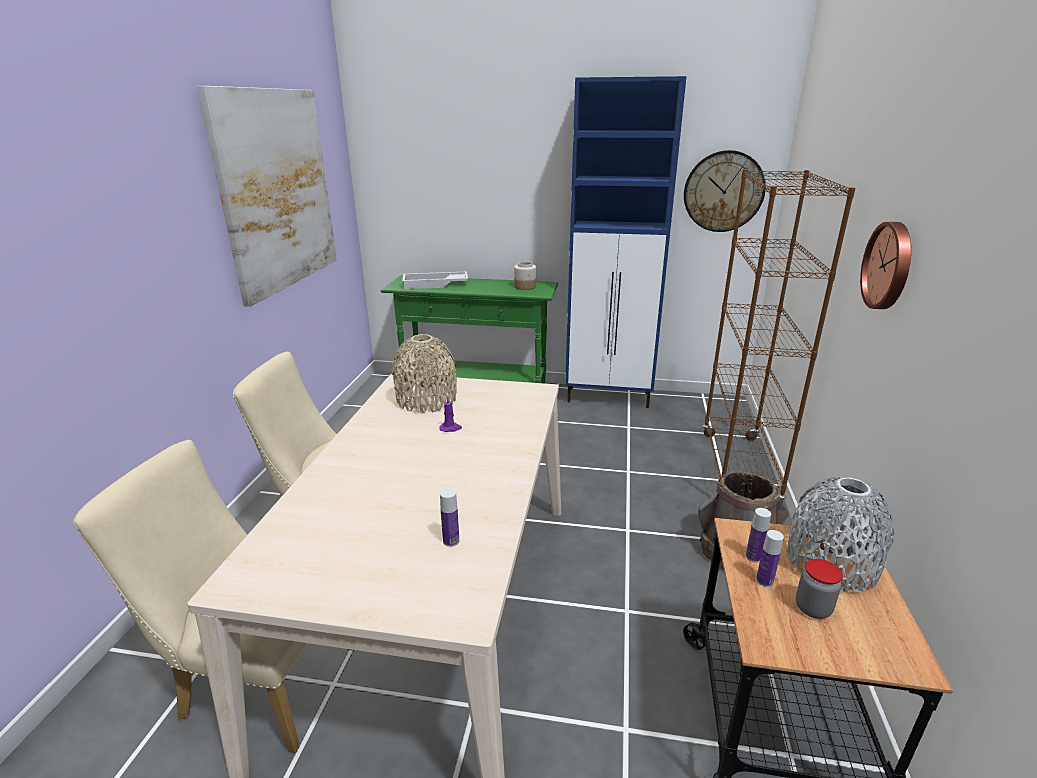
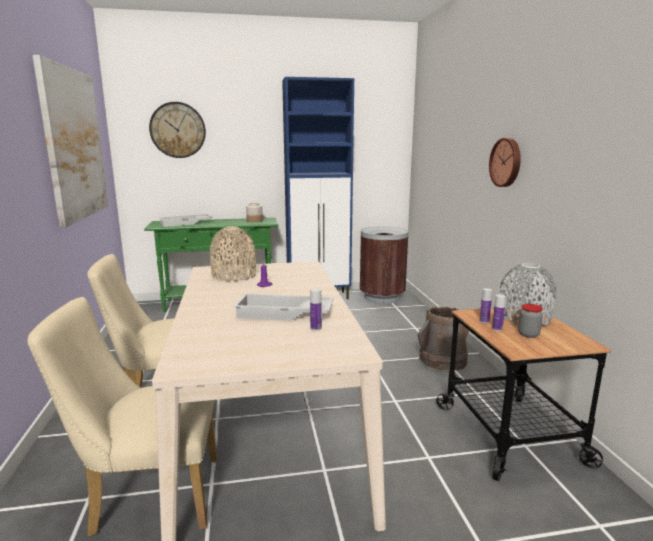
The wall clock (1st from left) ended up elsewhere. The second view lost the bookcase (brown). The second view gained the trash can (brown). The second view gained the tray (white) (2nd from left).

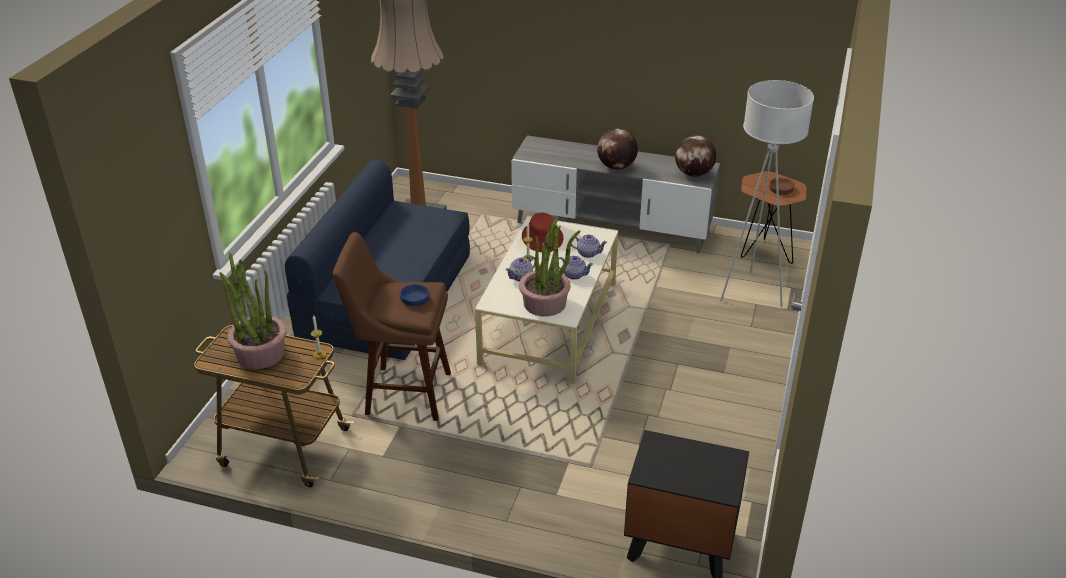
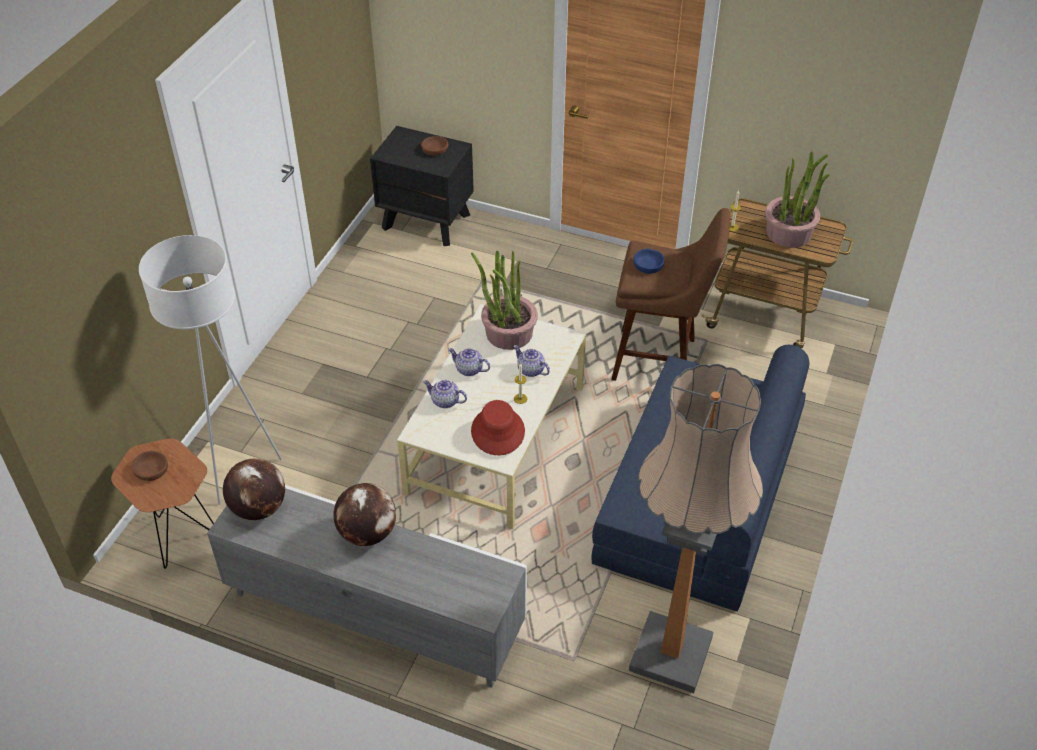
The teapot (1st from left in the first image) ended up facing another way, 105 degrees counterclockwise from before. The second view gained the bowl (brown) (2nd from left).

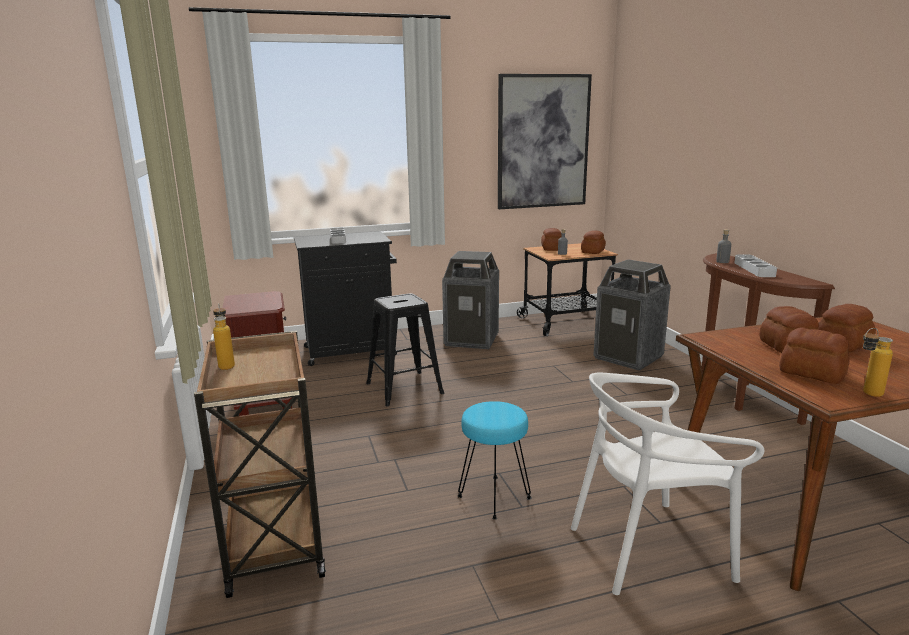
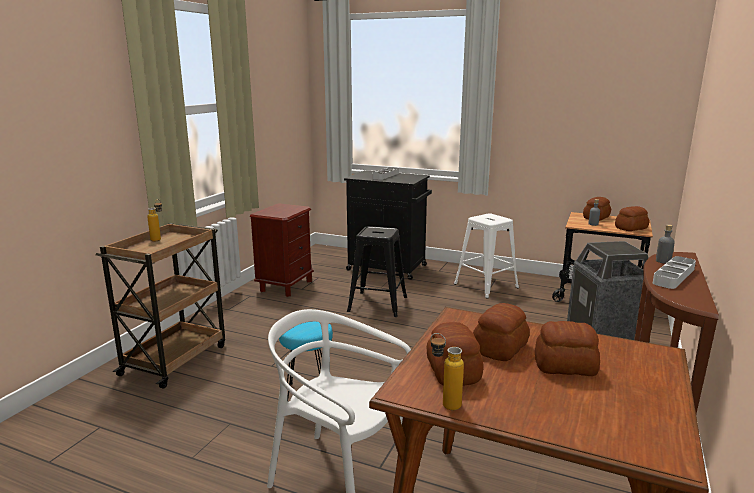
The second view lost the picture. Where the trash can (1st from left) stood, the stool (white) came to stand.

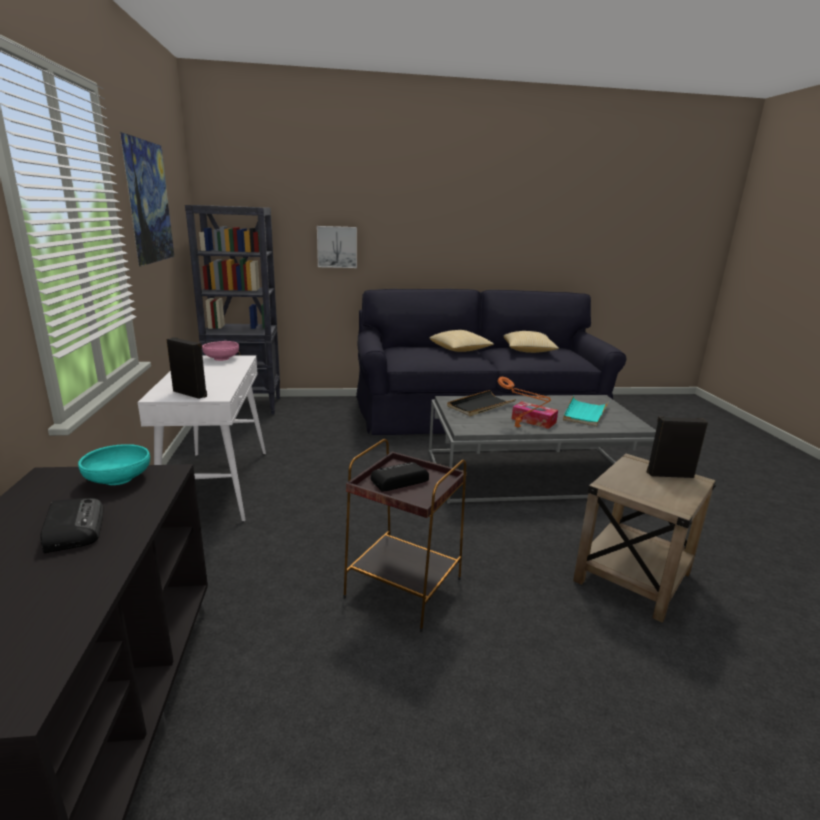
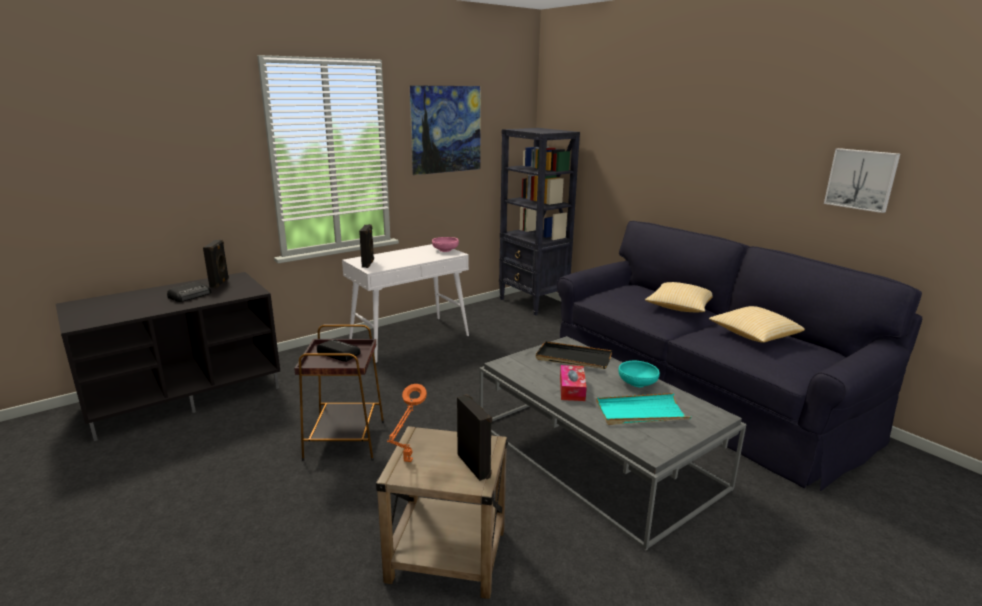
The picture (2nd from left) ended up elsewhere. The table lamp (orange) ended up elsewhere. The bowl (turquoise) ended up elsewhere. The second view gained the speaker (black) (1st from left).

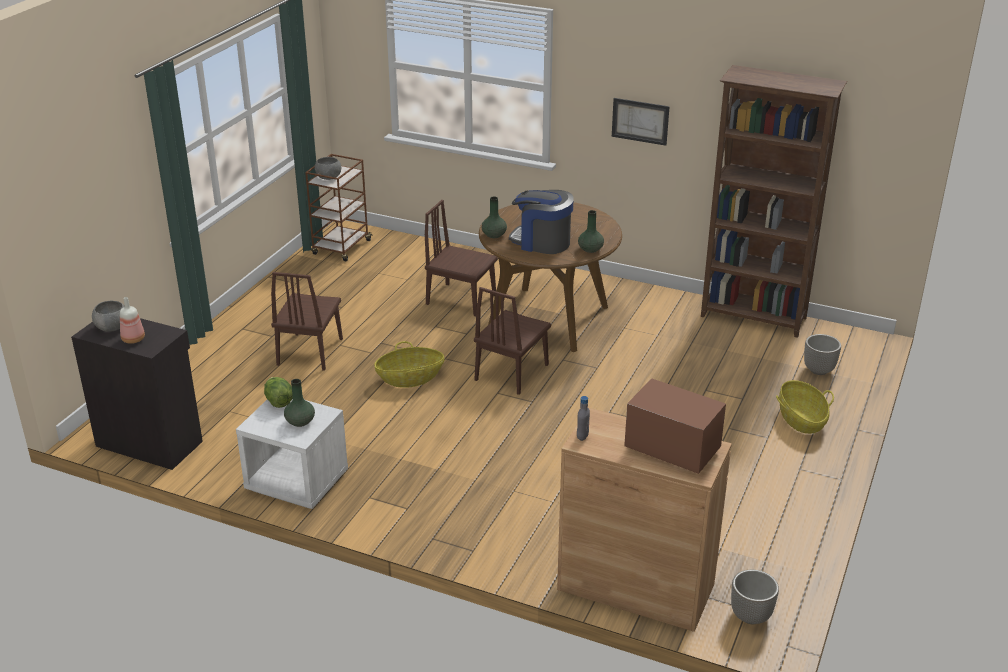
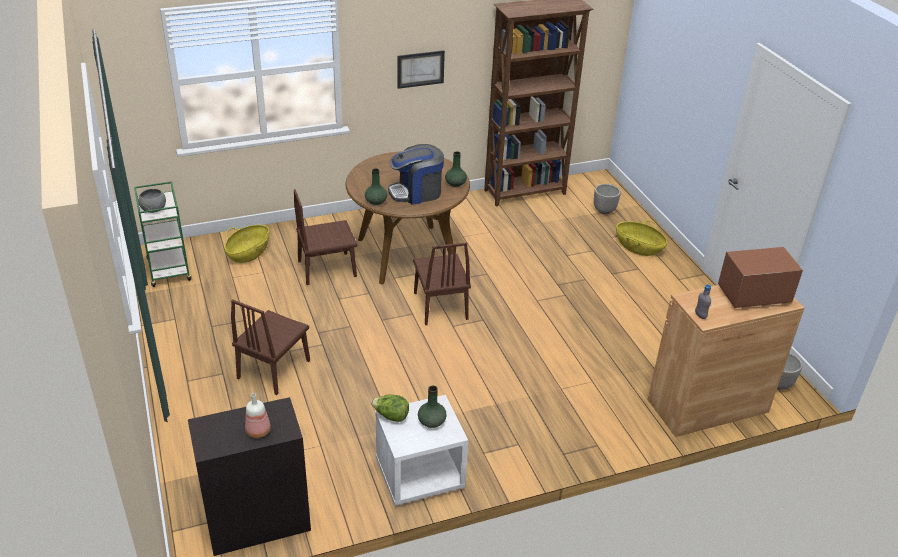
What was the cart (brown) turned into the cart (green). The chair (brown) (1st from left) ended up facing another way, 60 degrees clockwise from before. The second view lost the bowl (grey) (1st from left). The basket (1st from left) ended up elsewhere.

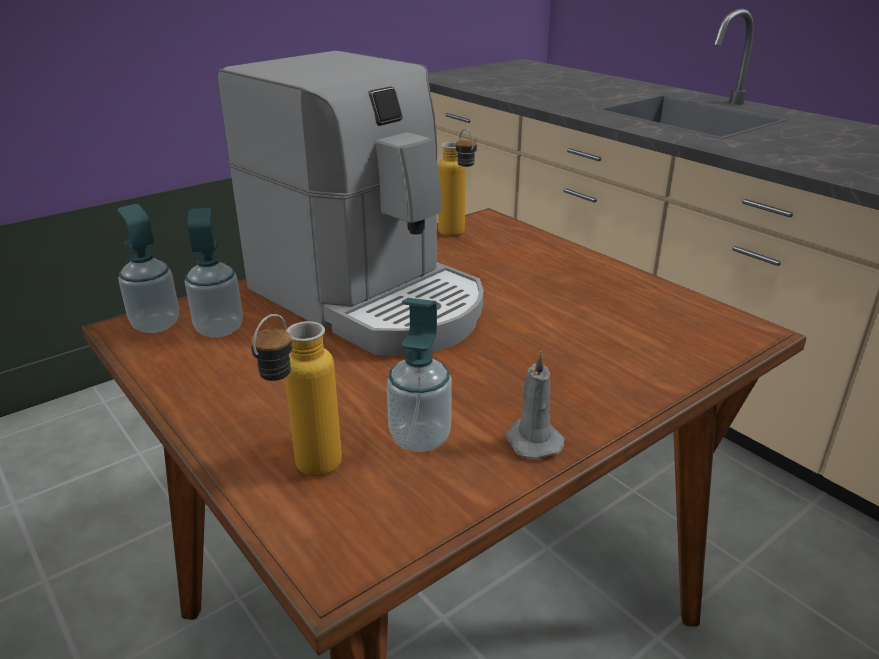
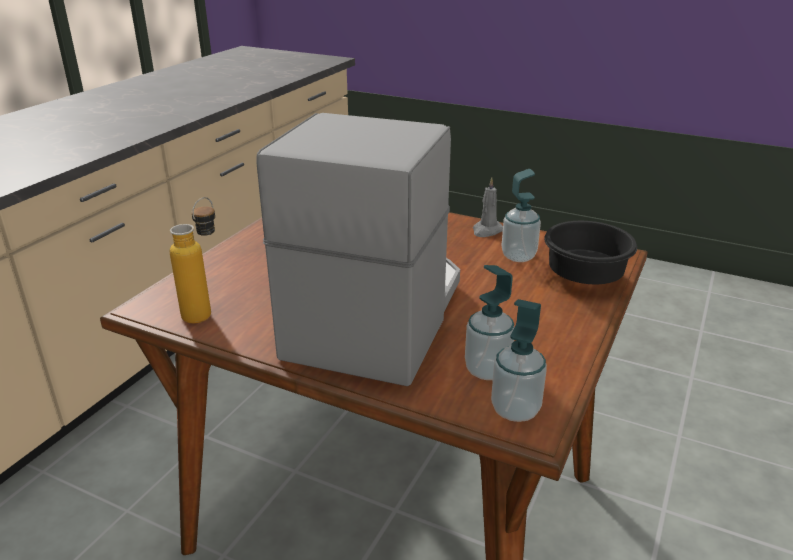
Where the bottle (1st from left) stood, the bowl (black) came to stand.

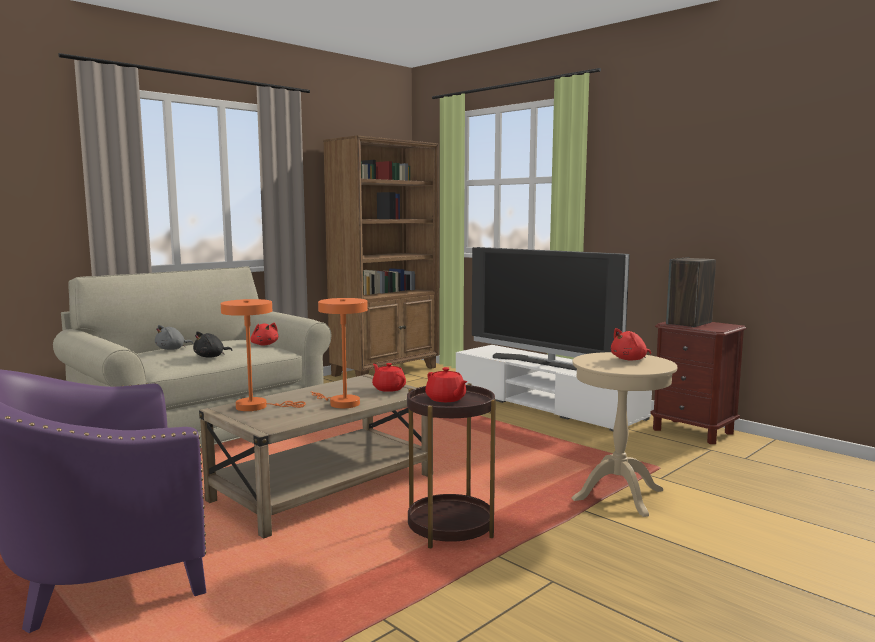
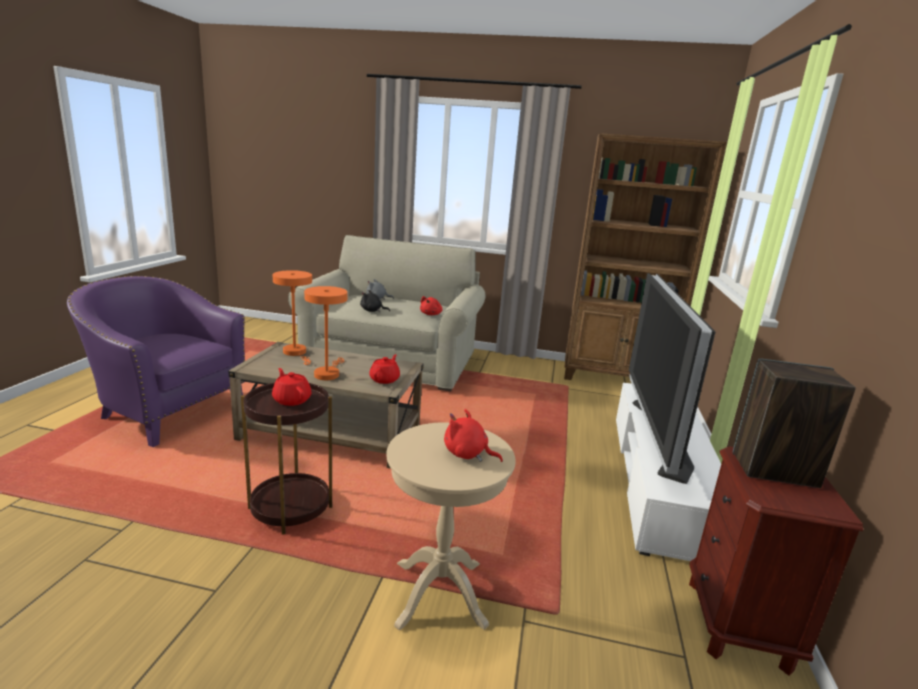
The teapot (red) (2nd from left in the first image) ended up facing another way, 120 degrees clockwise from before.

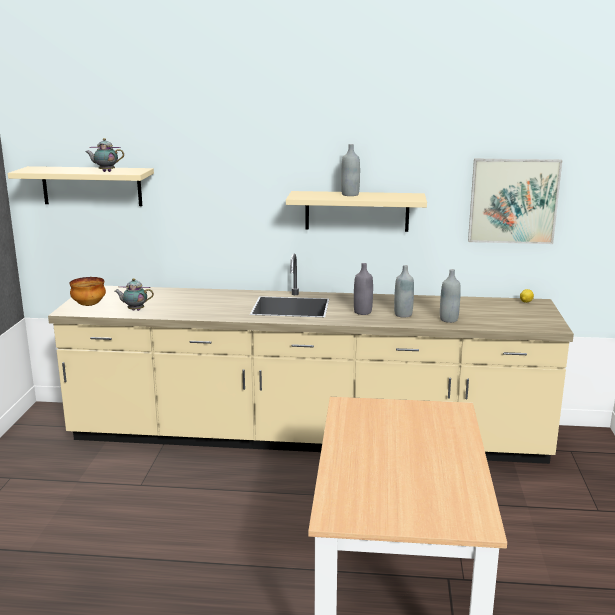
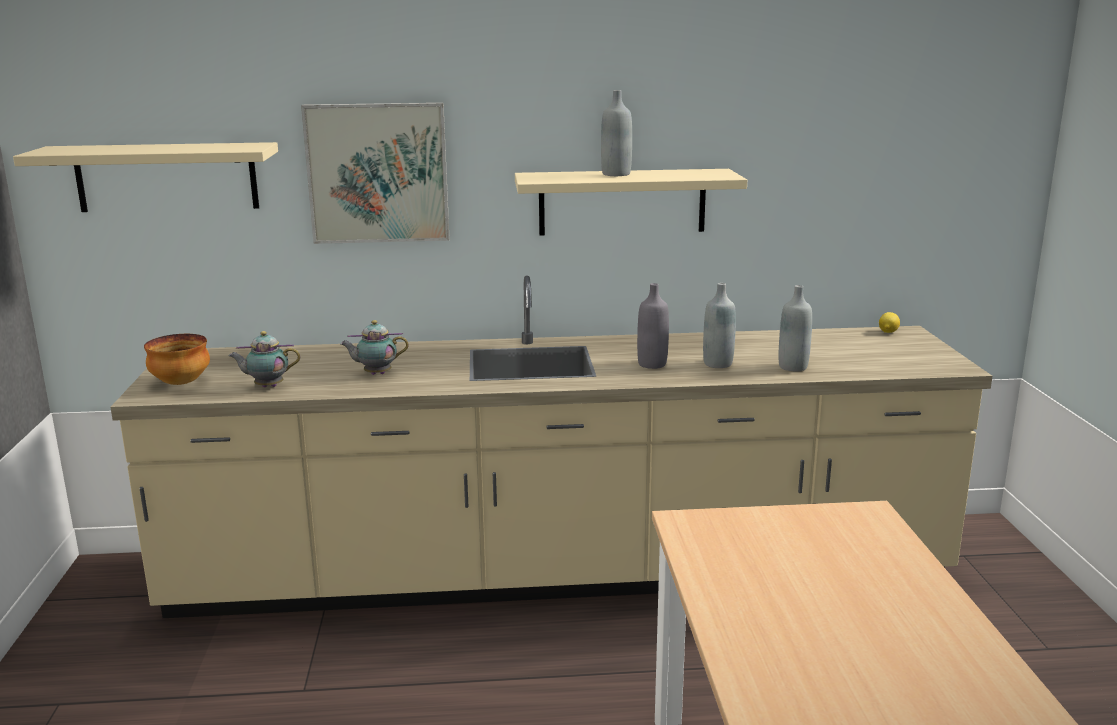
The teapot (1st from left in the first image) ended up elsewhere. The picture ended up elsewhere.

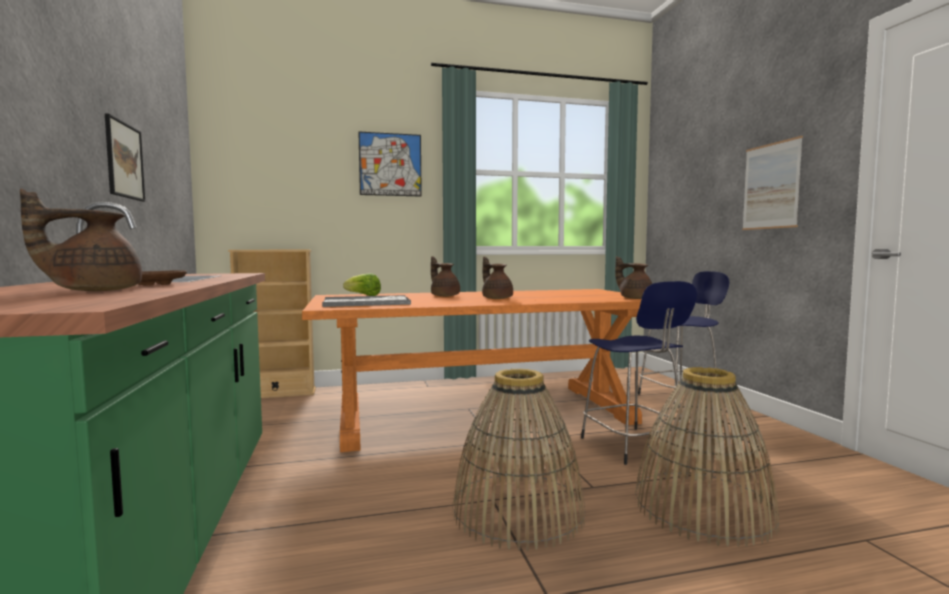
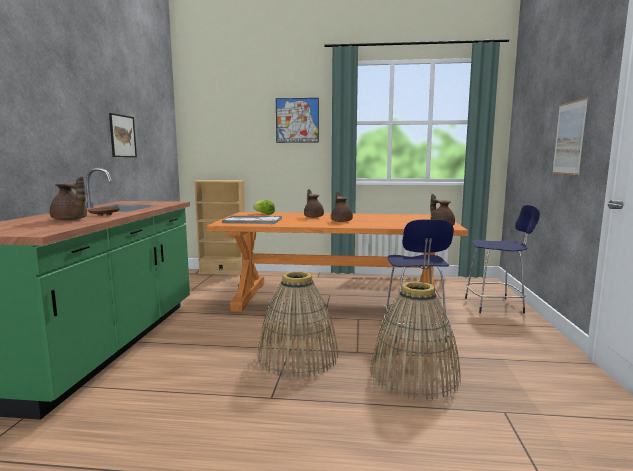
The teapot (brown) (1st from left) ended up facing another way, 135 degrees counterclockwise from before.

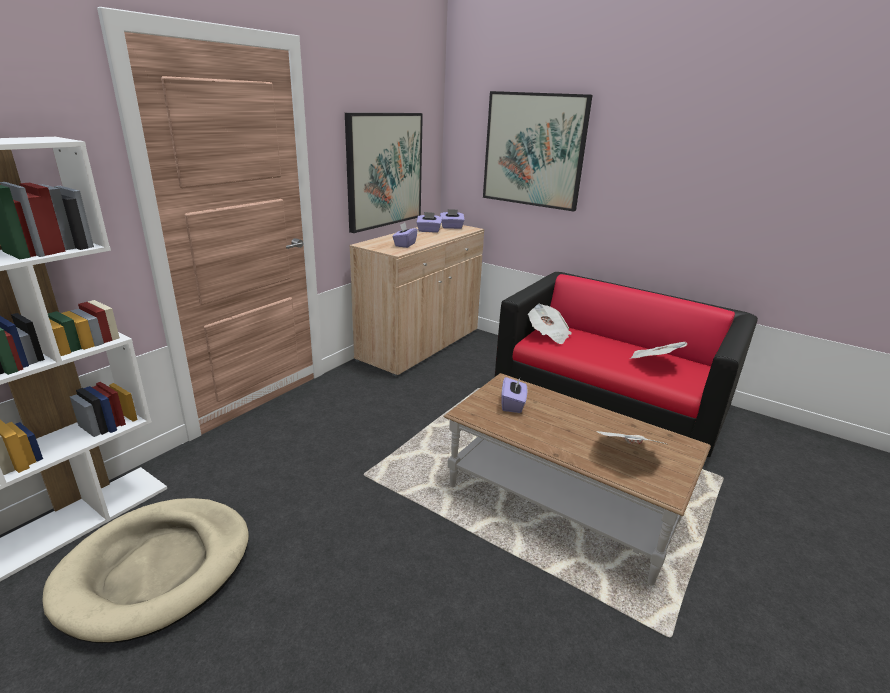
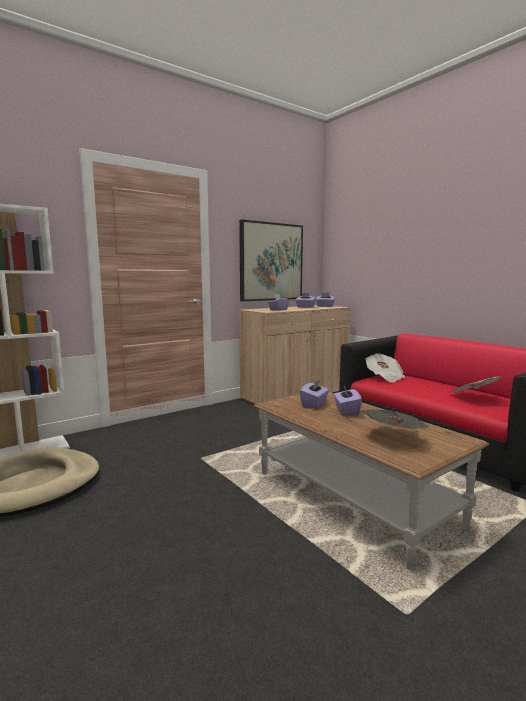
The second view lost the picture (2nd from left). The second view gained the tissue box (purple) (5th from left).

